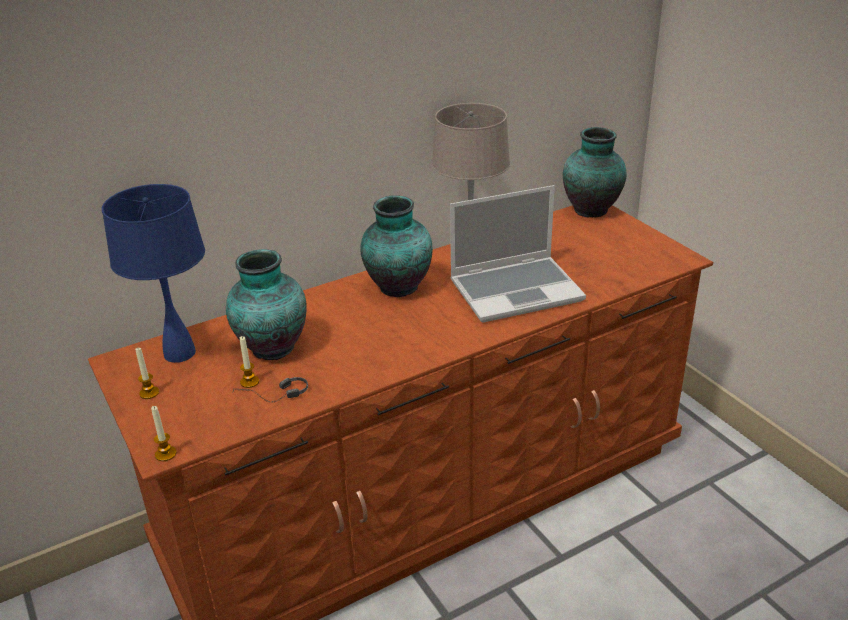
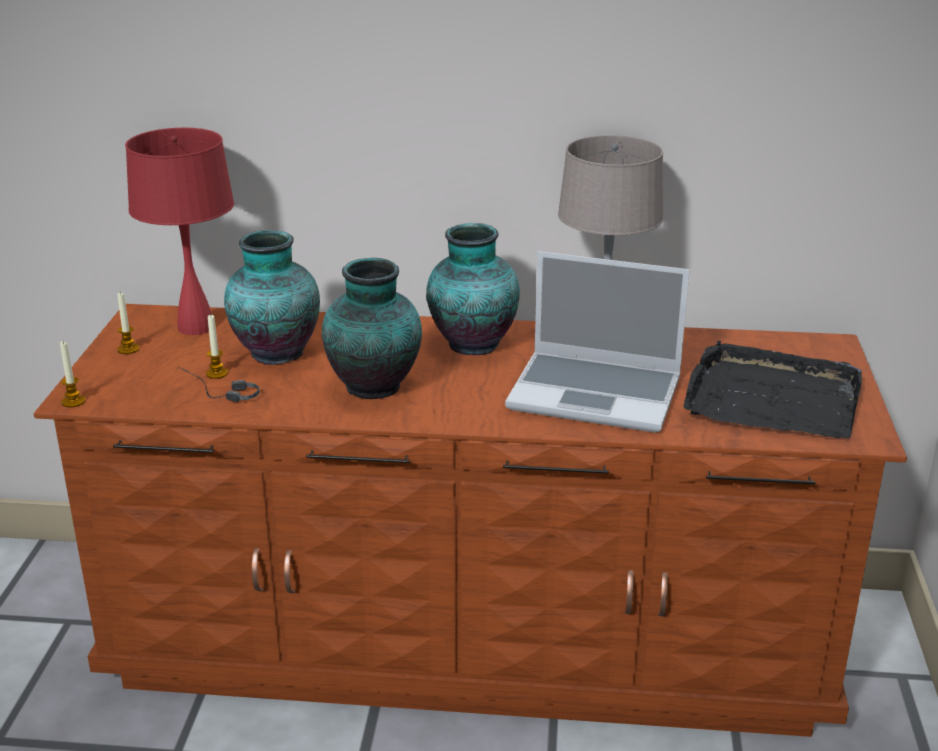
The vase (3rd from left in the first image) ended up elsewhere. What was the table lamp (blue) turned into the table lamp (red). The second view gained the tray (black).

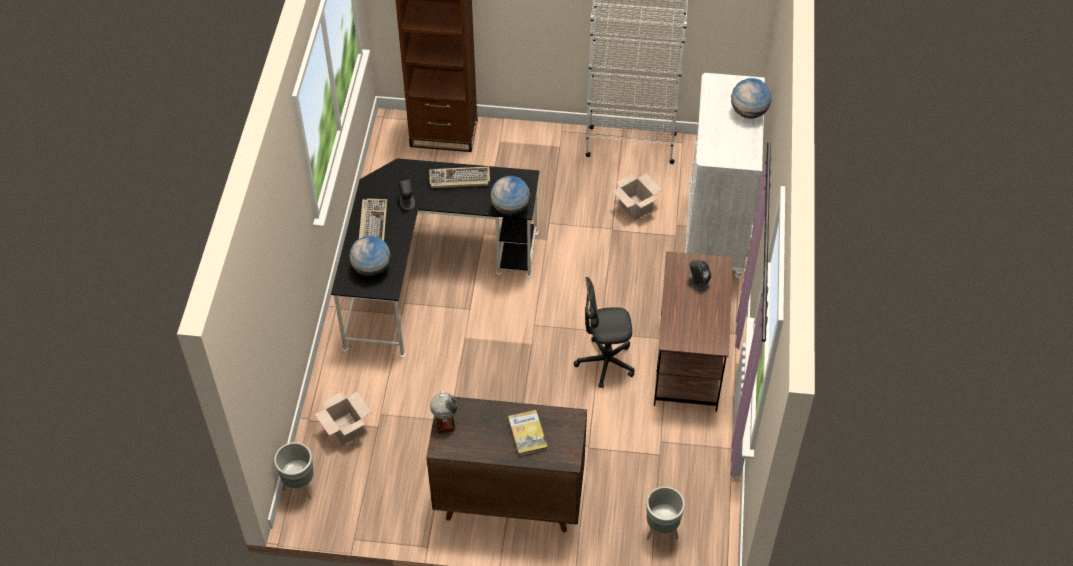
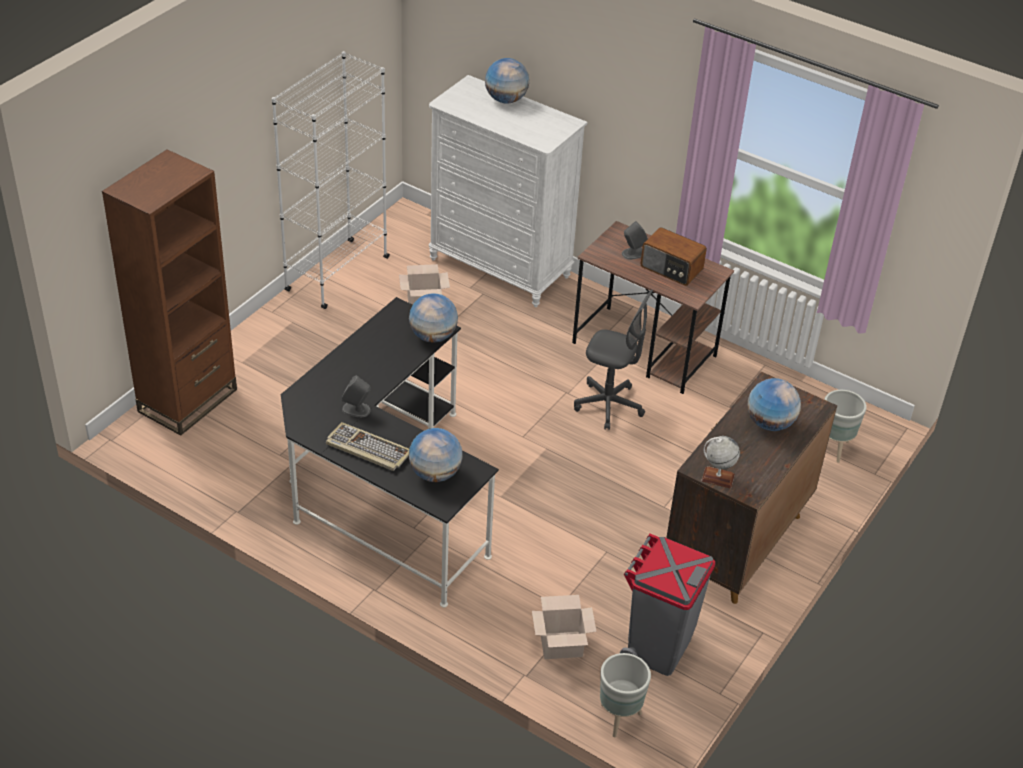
The second view lost the keyboard (2nd from left). The office chair (grey) ended up facing another way, 90 degrees counterclockwise from before. Where the book stood, the globe (5th from left) came to stand. The second view gained the radio. The second view gained the trash can (grey).

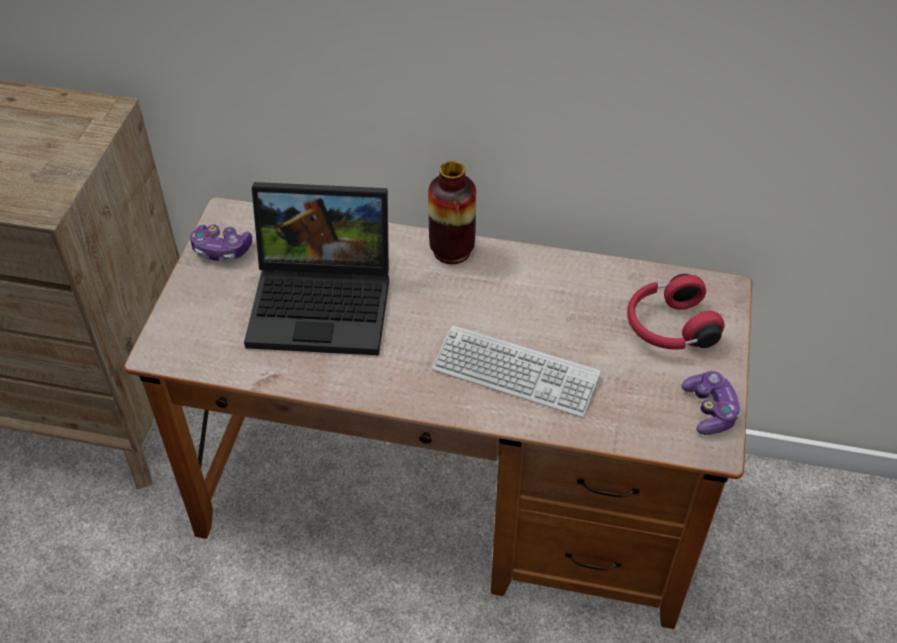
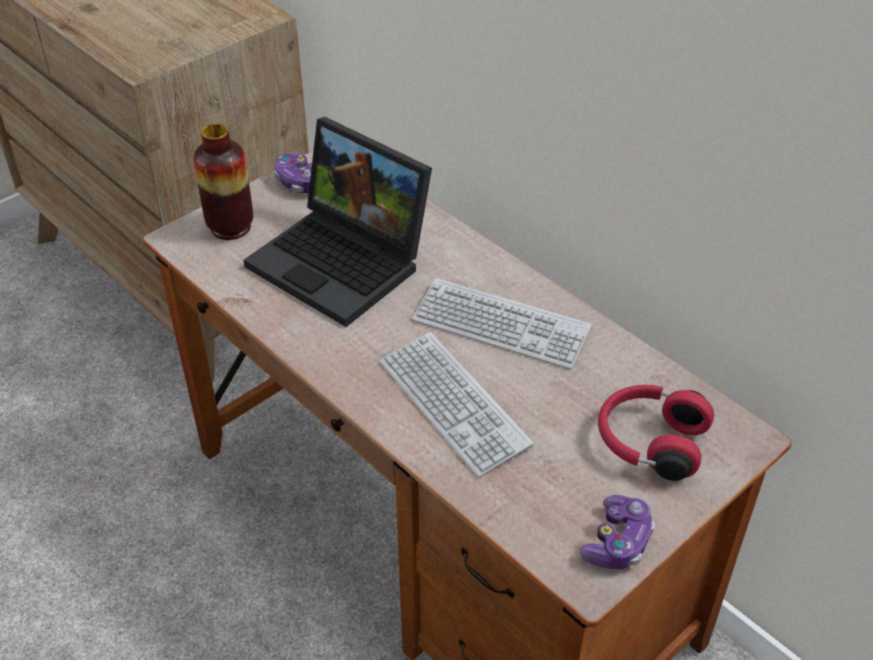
The vase ended up elsewhere. The second view gained the keyboard (2nd from left).

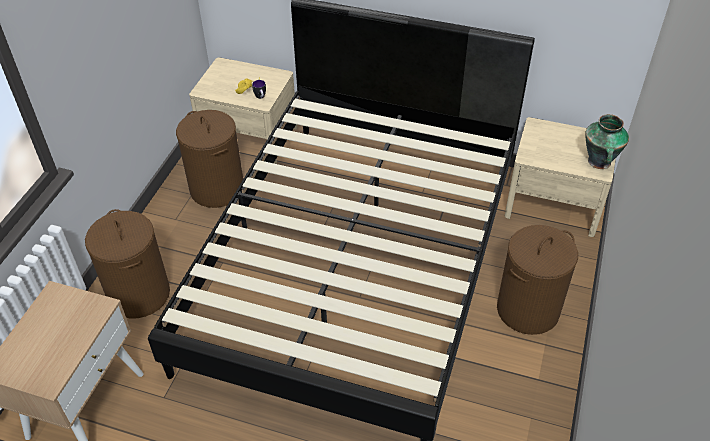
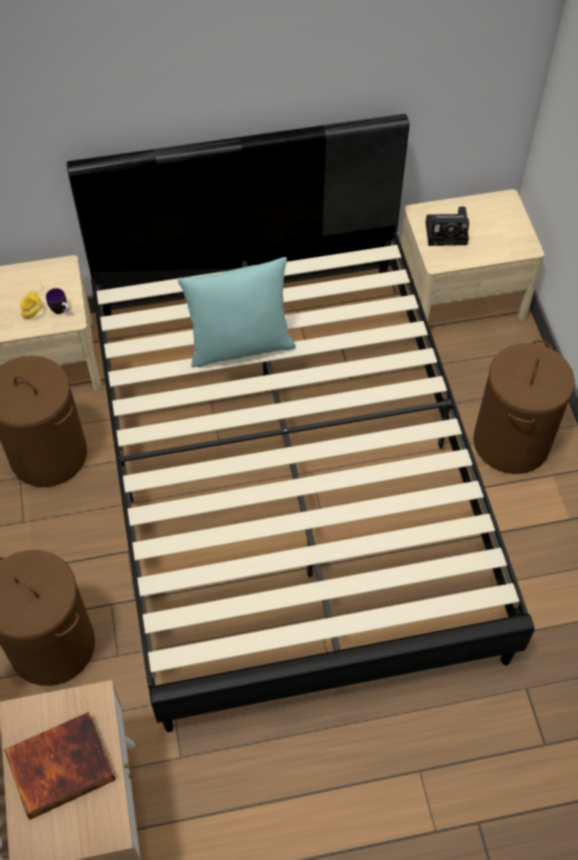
The second view lost the vase. The second view gained the photo camera. The second view gained the pillow (turquoise). The second view gained the book.

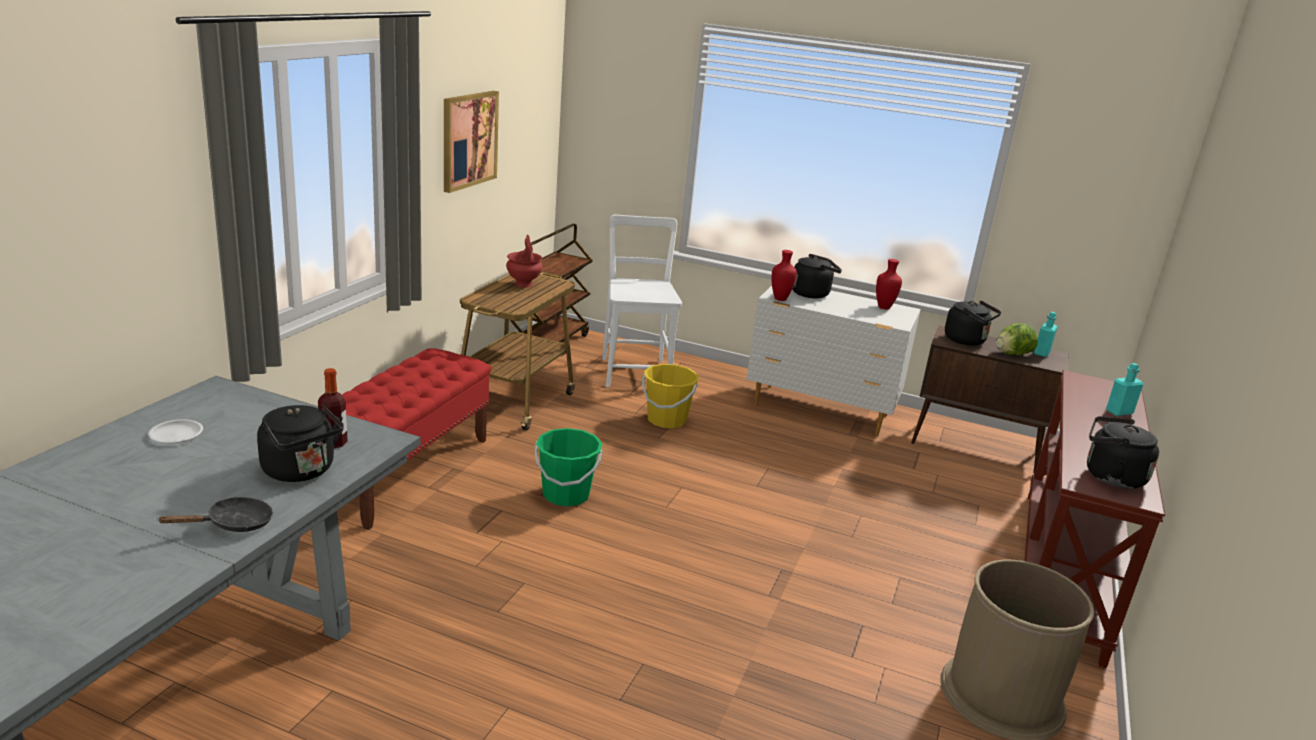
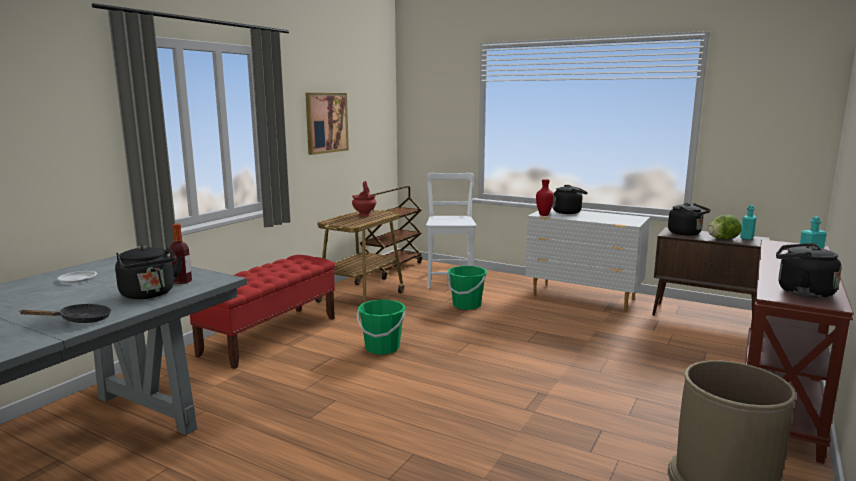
The second view lost the vase (red) (3rd from left). What was the bucket (yellow) turned into the bucket (green) (2nd from left).

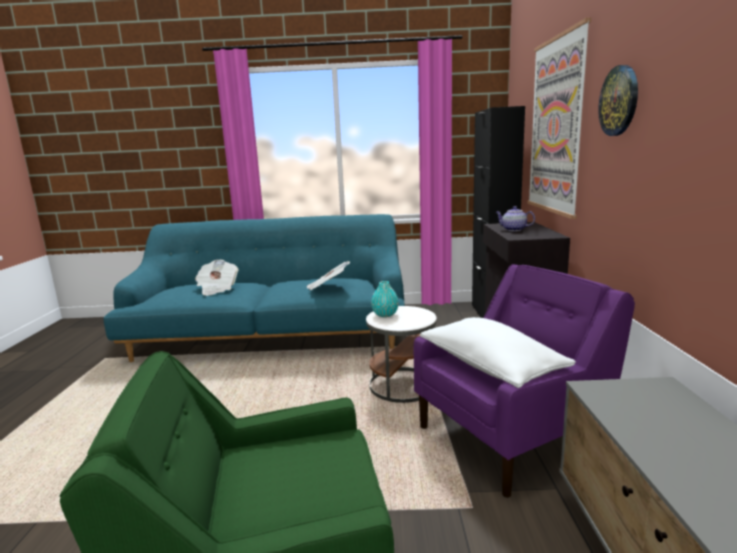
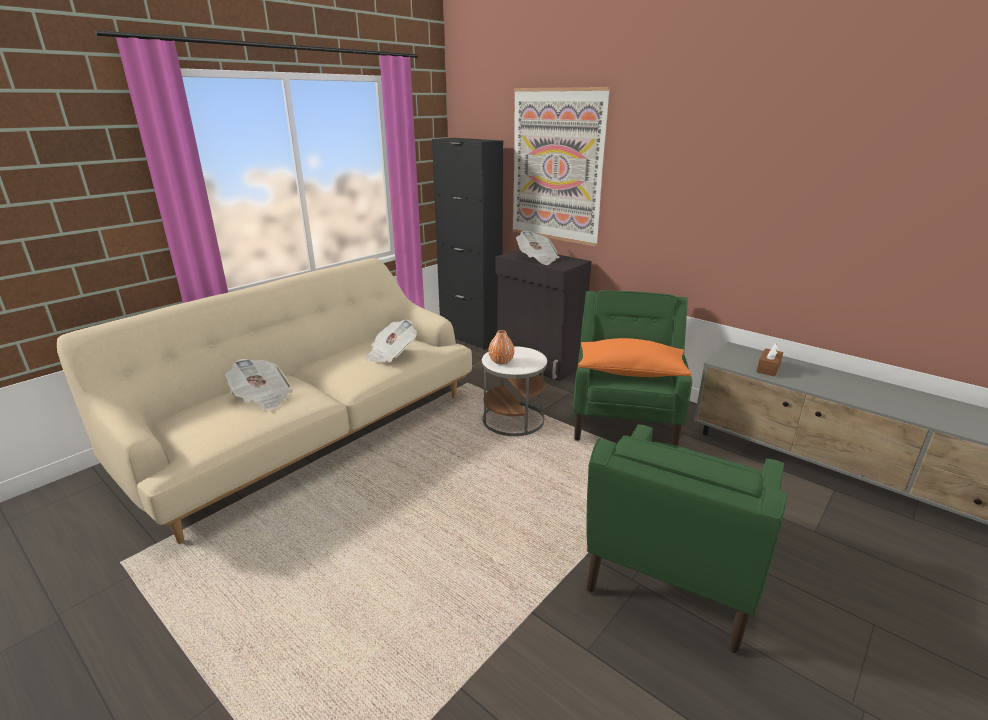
The second view lost the wall clock. Where the teapot stood, the newspaper (3rd from left) came to stand. What was the sofa (turquoise) turned into the sofa (beige). What was the armchair (purple) turned into the armchair (green) (1st from left). What was the vase (turquoise) turned into the vase (orange). What was the pillow (white) turned into the pillow (orange). The second view gained the tissue box (brown).

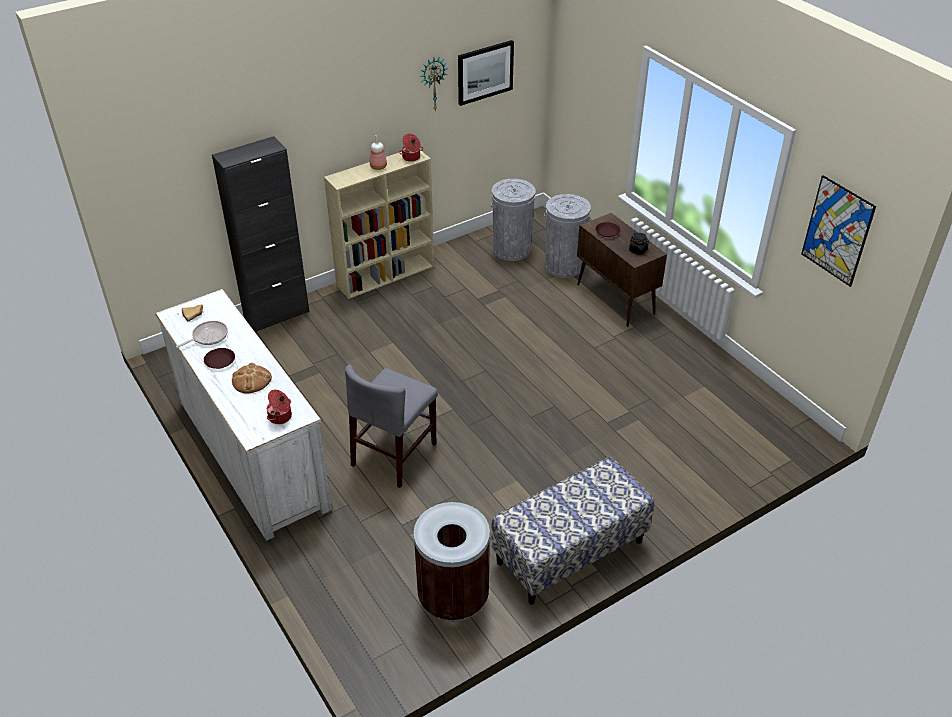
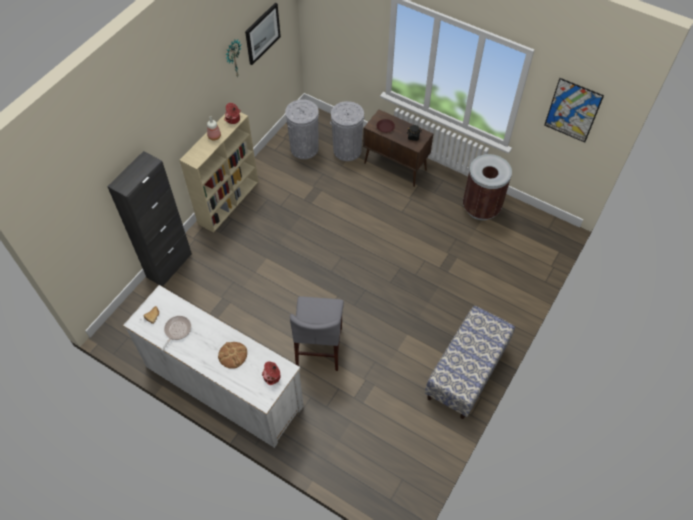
The second view lost the plate (brown) (1st from left). The trash can (brown) ended up elsewhere.

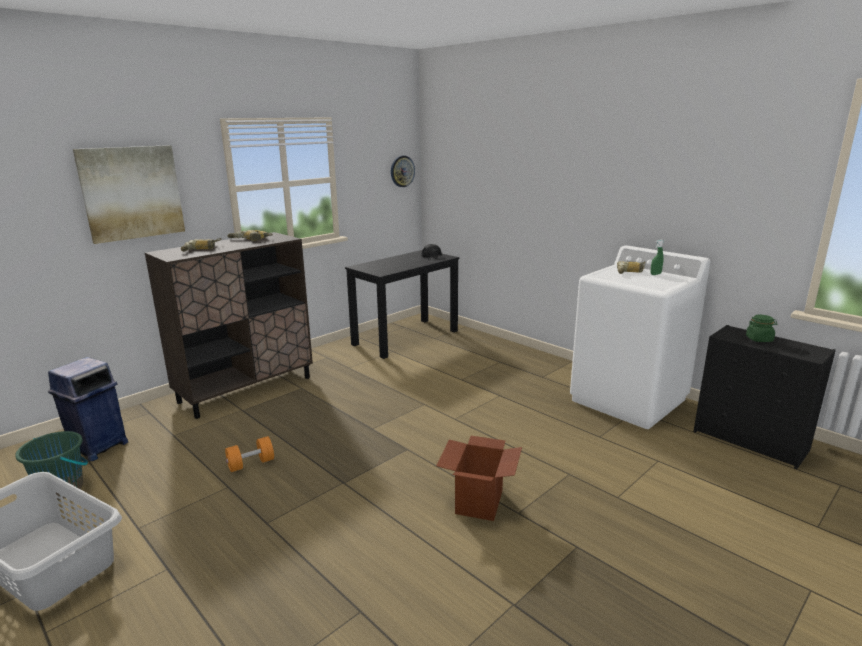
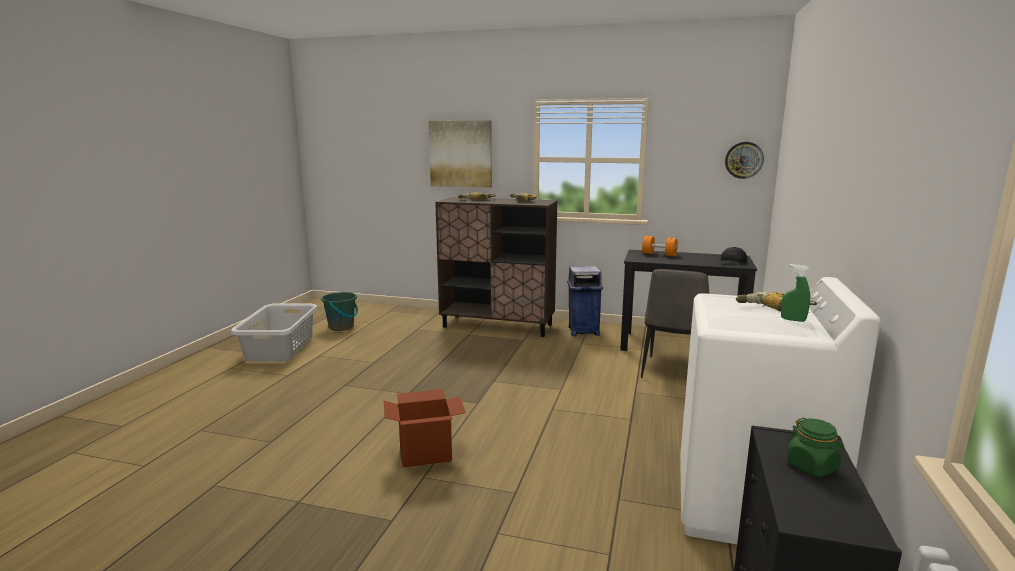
The trash can (blue) ended up elsewhere. The dumbbell (orange) ended up elsewhere. The second view gained the chair.

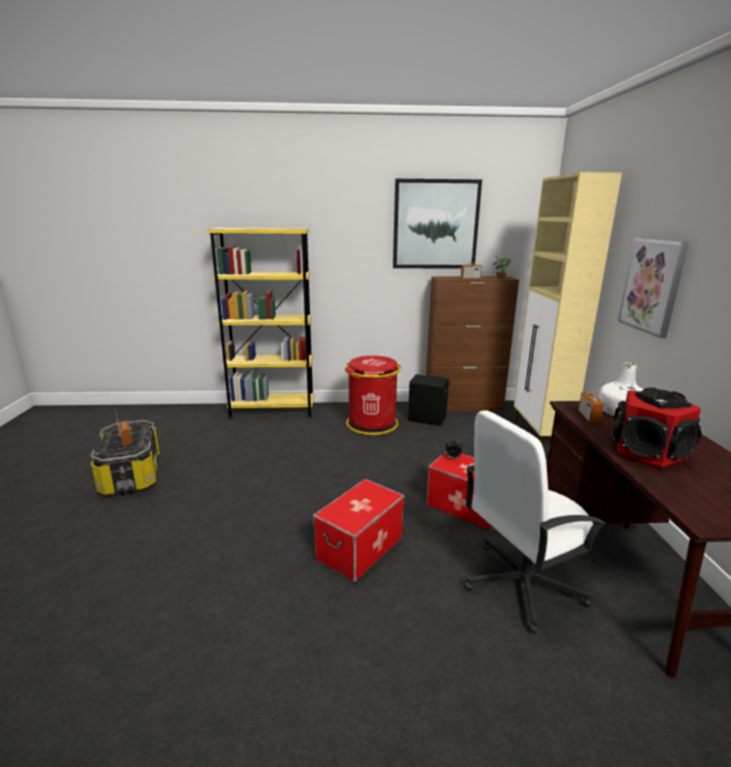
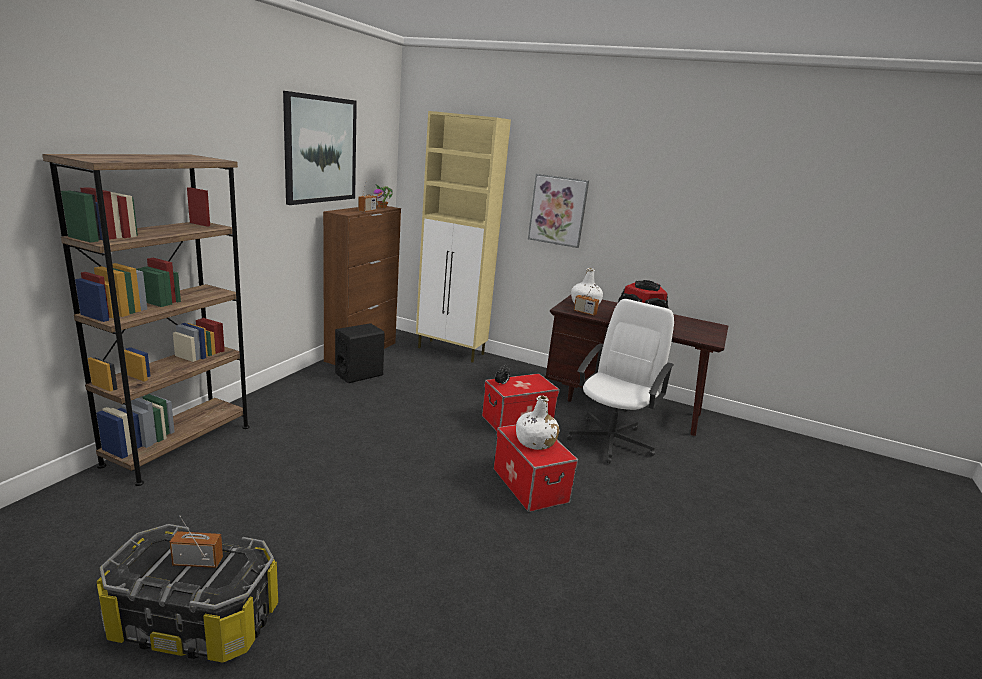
What was the bookcase (yellow) turned into the bookcase (brown). The second view lost the trash can (red). The office chair (white) ended up facing another way, 150 degrees counterclockwise from before. The second view gained the bottle (white) (1st from left).

